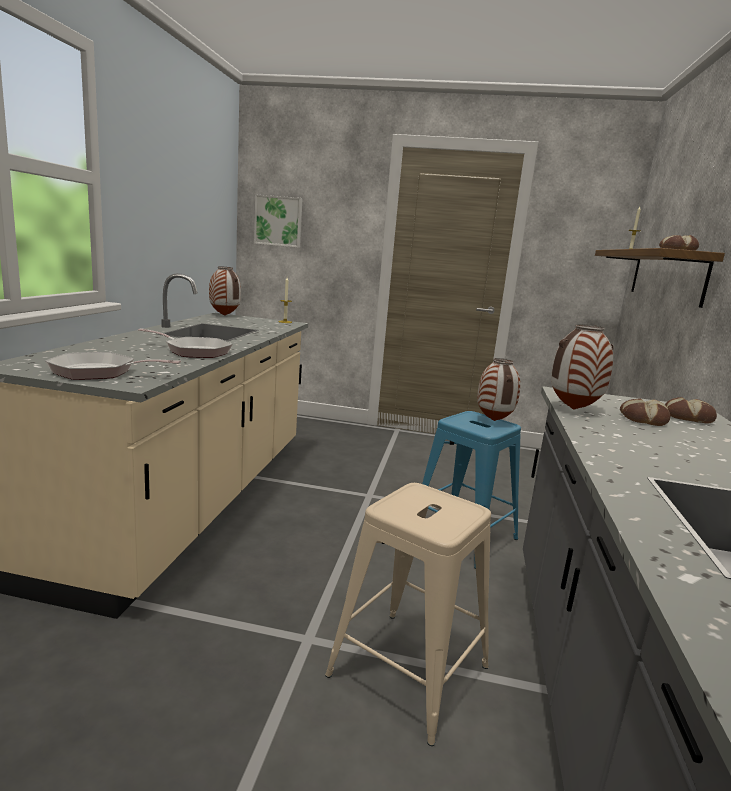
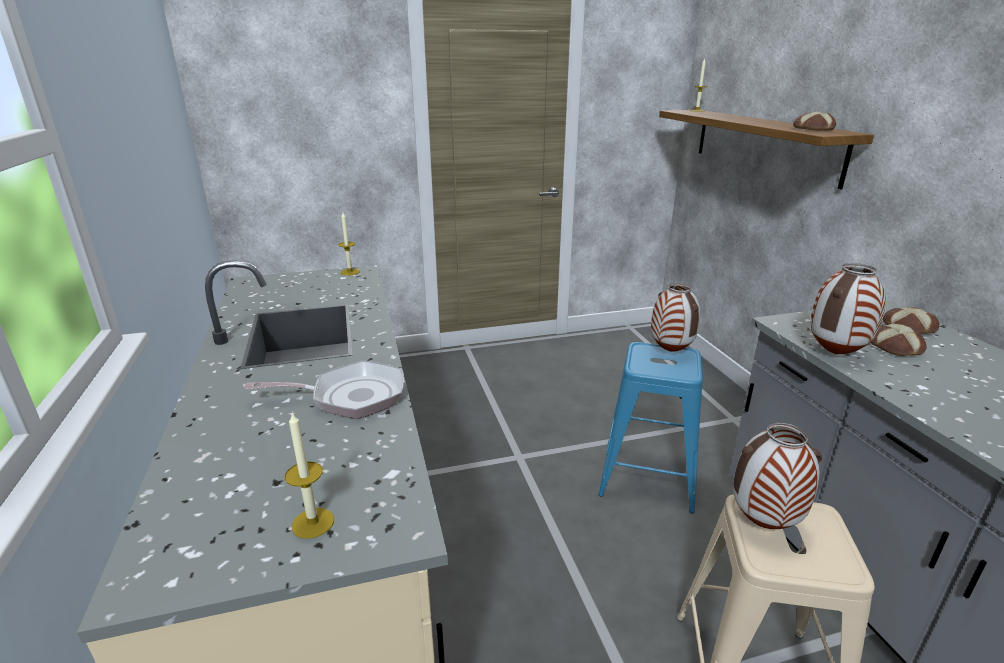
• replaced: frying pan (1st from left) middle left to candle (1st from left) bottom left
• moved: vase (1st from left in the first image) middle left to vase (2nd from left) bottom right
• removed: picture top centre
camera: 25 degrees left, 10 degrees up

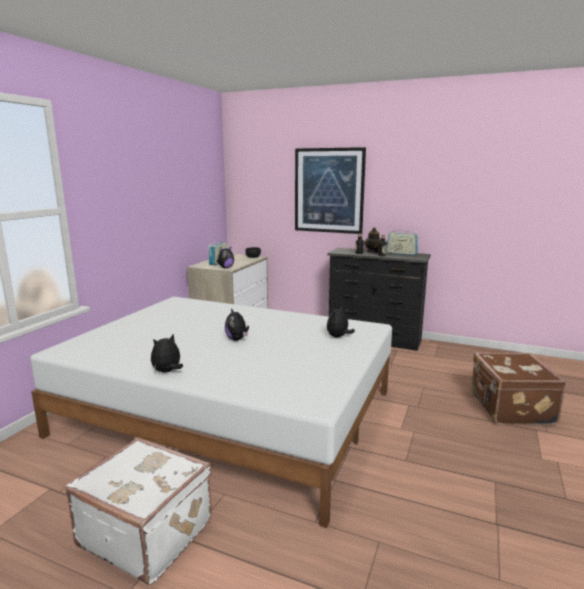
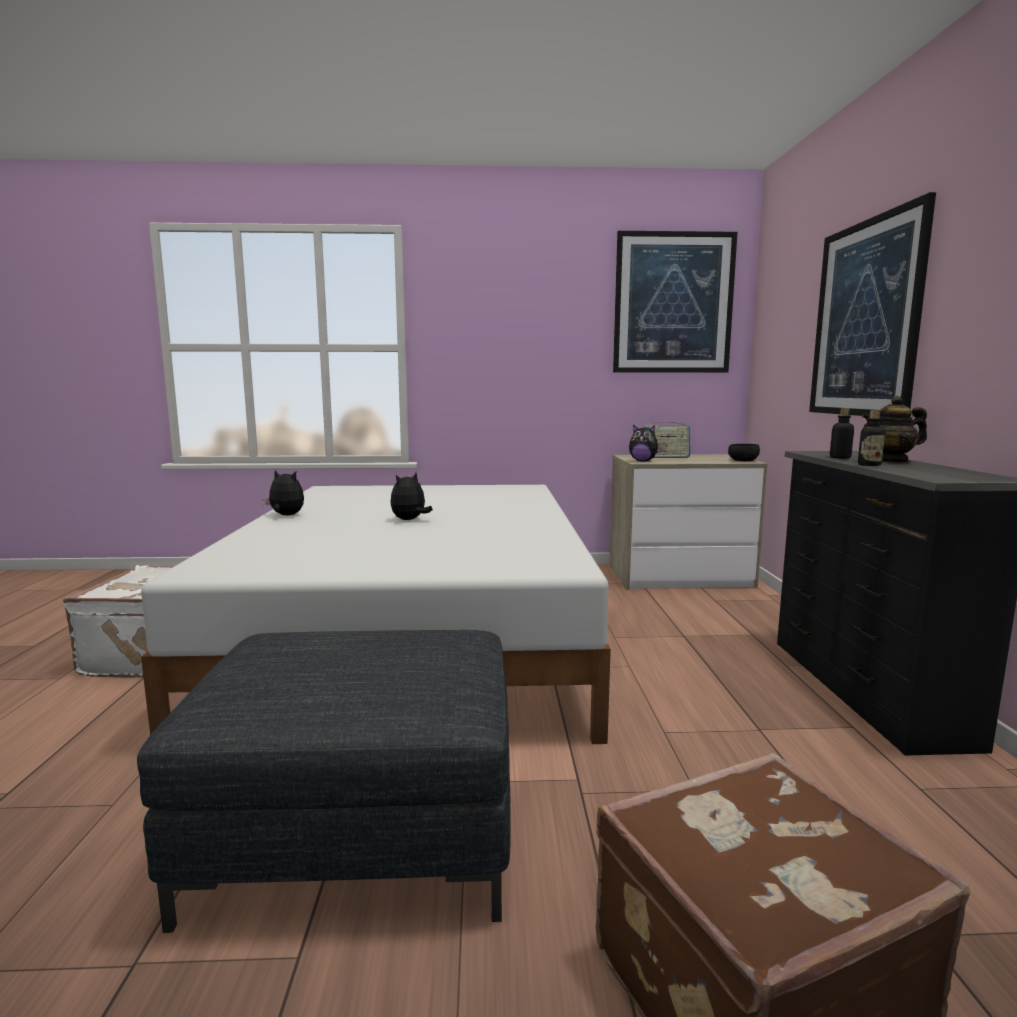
• added: grey ottoman bottom left
• added: picture (1st from left) top centre
• removed: plush toy (4th from left) centre
• removed: radio (2nd from left) middle right
camera: 65 degrees right, 5 degrees down

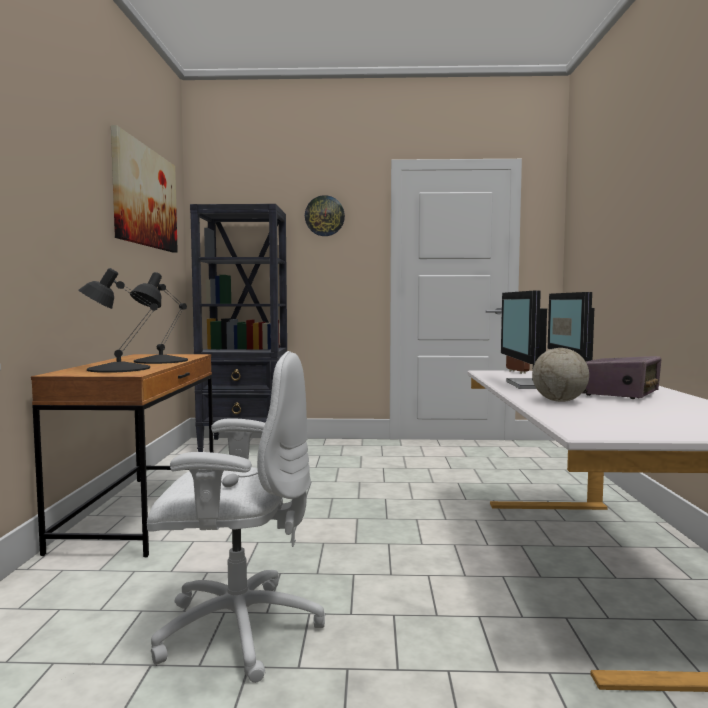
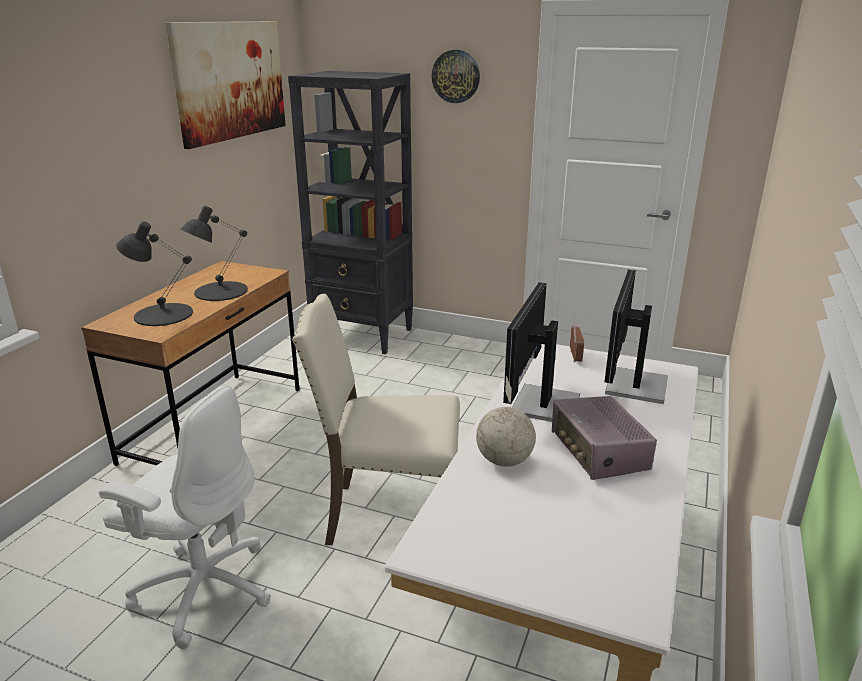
• added: beige chair centre
• turned: radio (2nd from left) middle right = middle right 105 degrees clockwise
camera: 20 degrees right, 20 degrees up

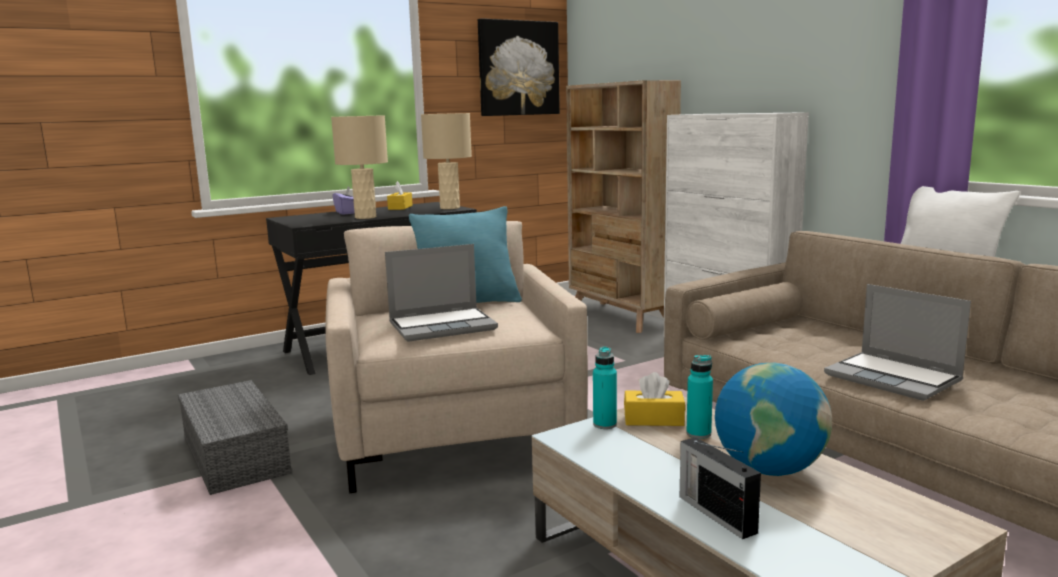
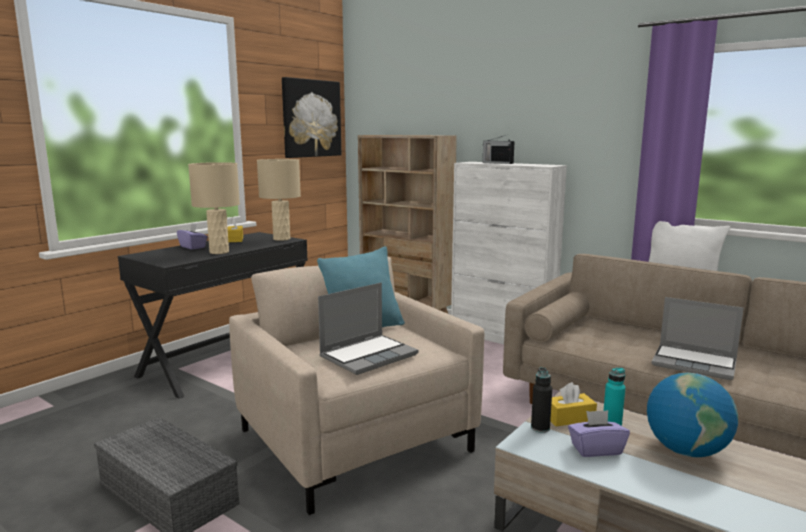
• moved: radio bottom right to top centre
• recoloured: turquoise bottle (1st from left) bottom centre to black bottle bottom right
• added: purple tissue box (2nd from left) bottom right
camera: 20 degrees left, 0 degrees up

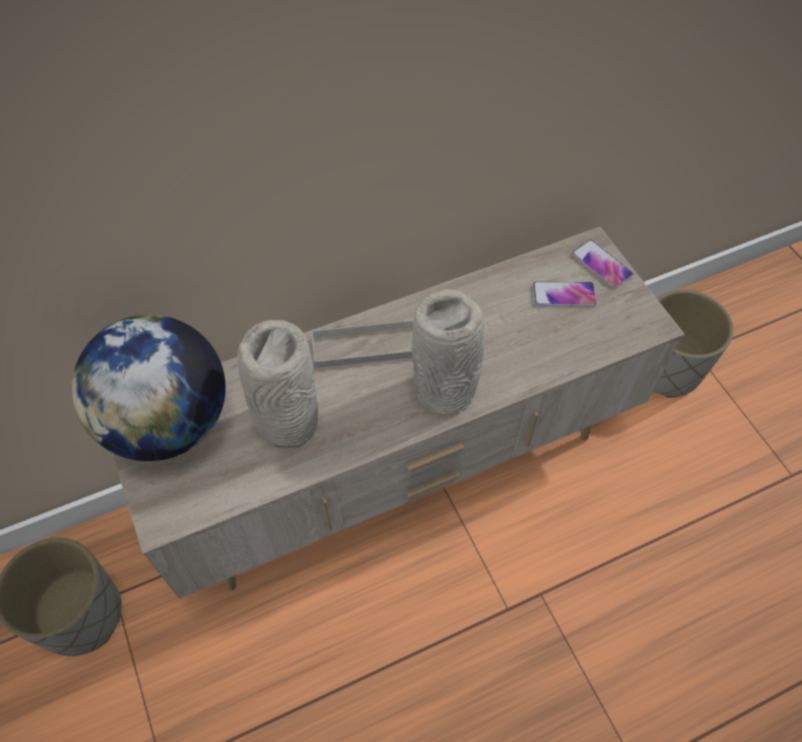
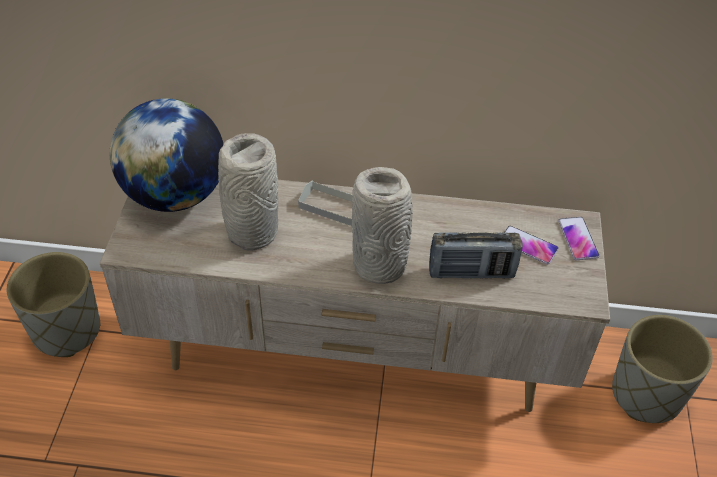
• added: radio centre
camera: 30 degrees right, 10 degrees down

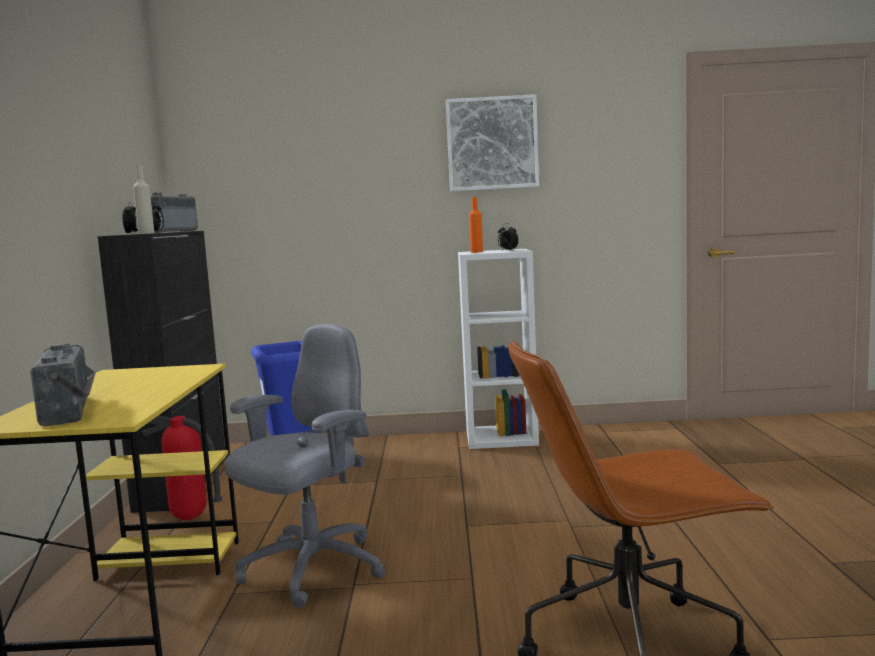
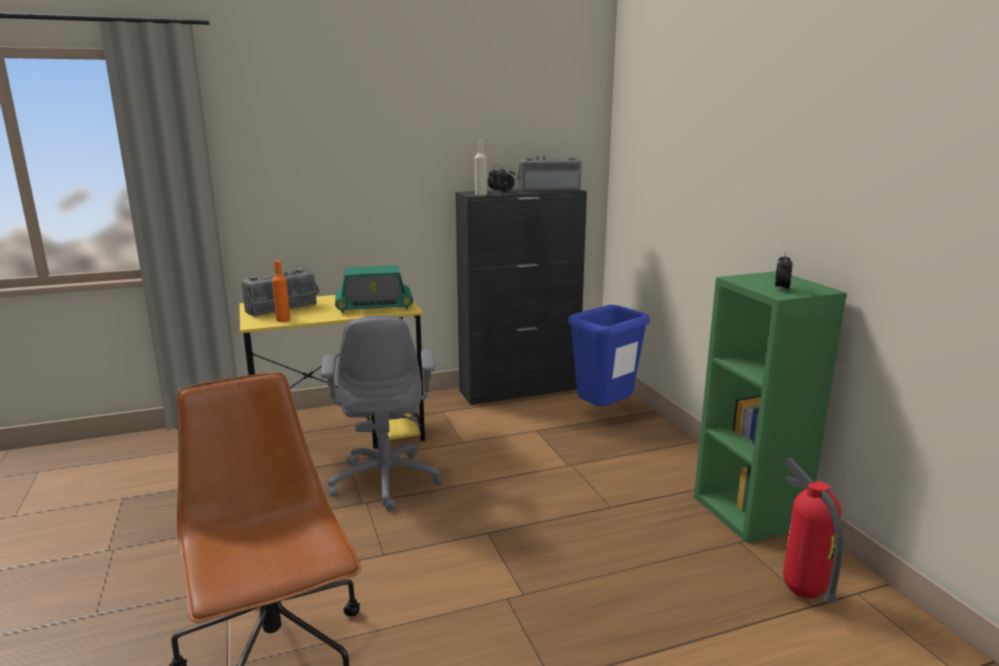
• moved: orange bottle centre to middle left
• turned: grey office chair bottom centre = centre 60 degrees clockwise
• added: radio (2nd from left) centre
• recoloured: white bookcase centre to green bookcase middle right
• moved: fire extinguisher bottom left to bottom right
• removed: picture top centre
camera: 70 degrees right, 10 degrees up

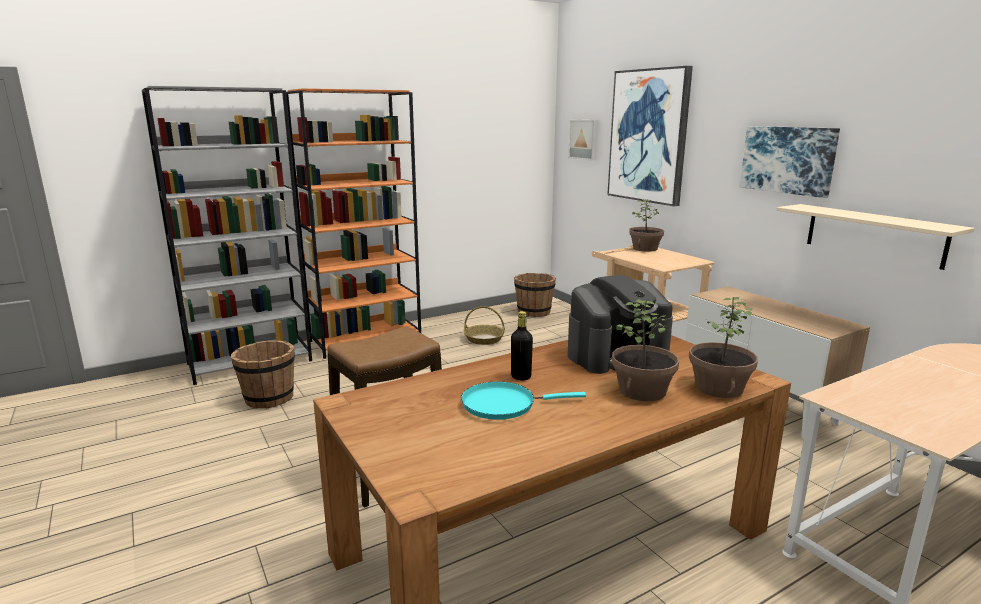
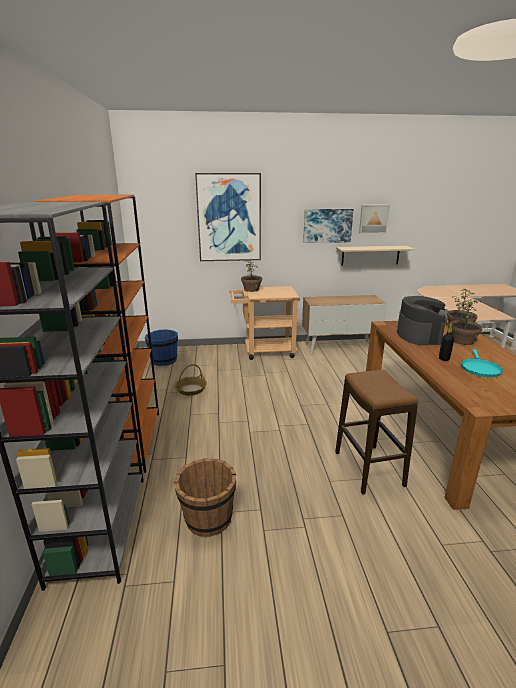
• recoloured: brown bucket (2nd from left) centre to blue bucket middle left
• moved: picture (1st from left in the first image) top centre to picture (3rd from left) top right
camera: 65 degrees left, 5 degrees up

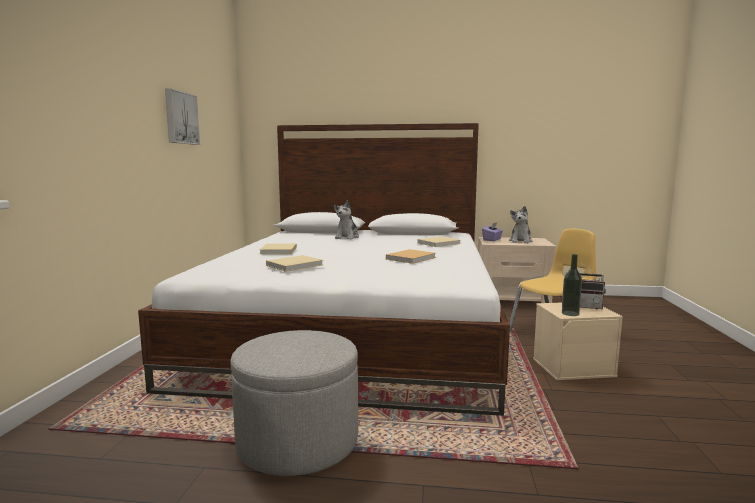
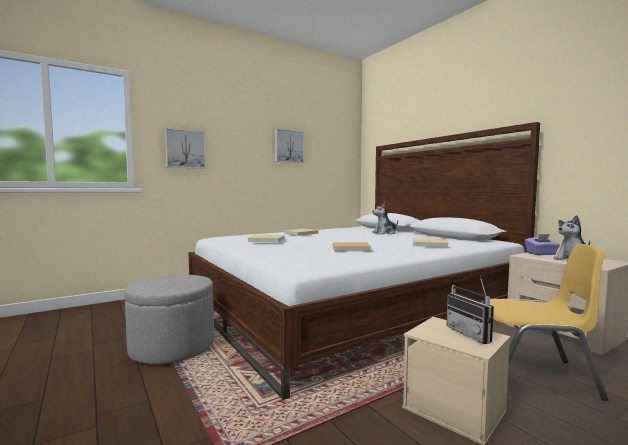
• added: picture (1st from left) top left
• removed: bottle middle right
camera: 50 degrees right, 5 degrees down

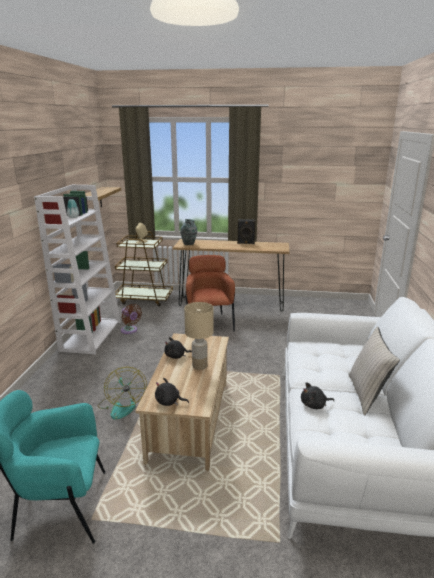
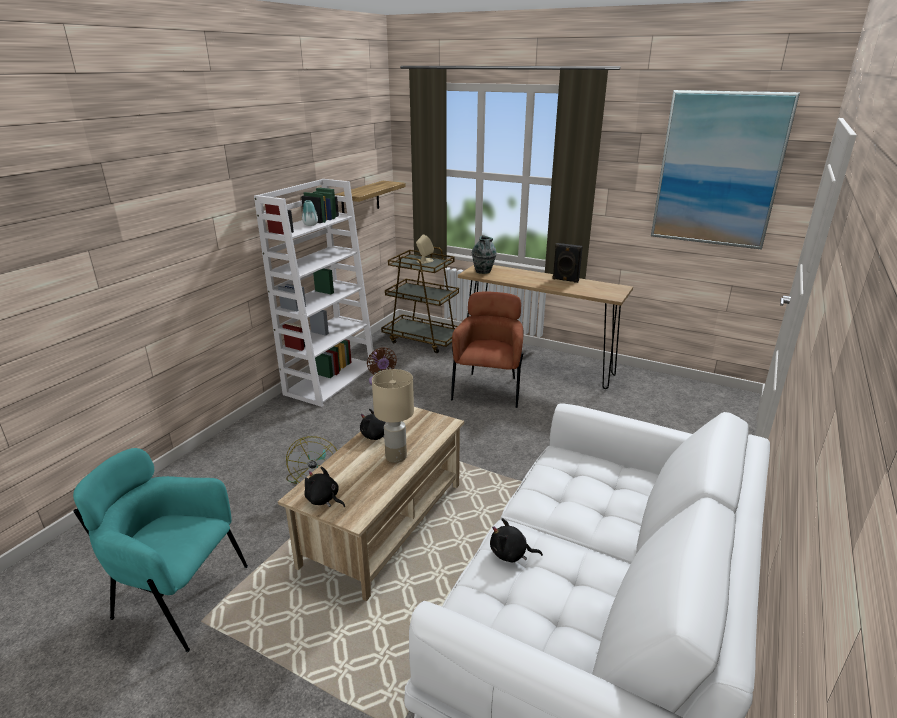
• added: picture top right
• removed: beige pillow middle right
camera: 20 degrees right, 5 degrees up

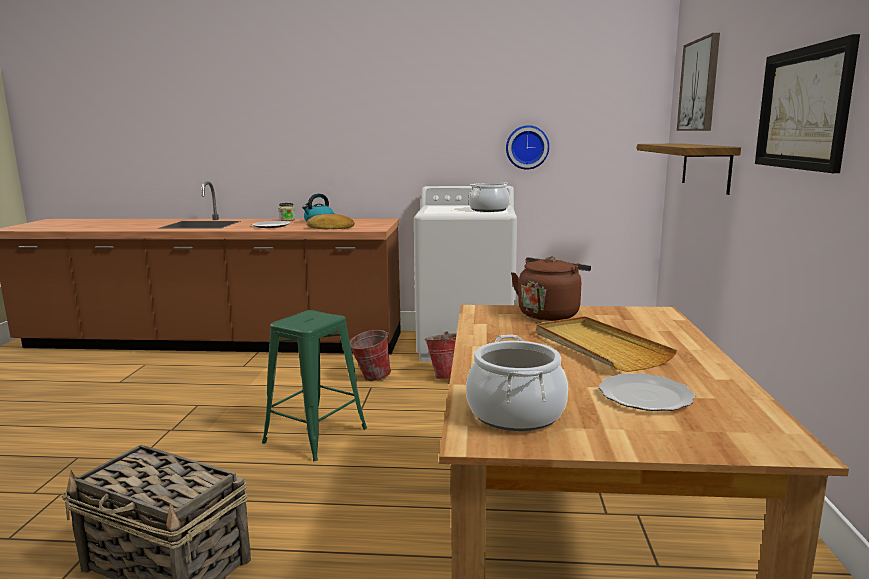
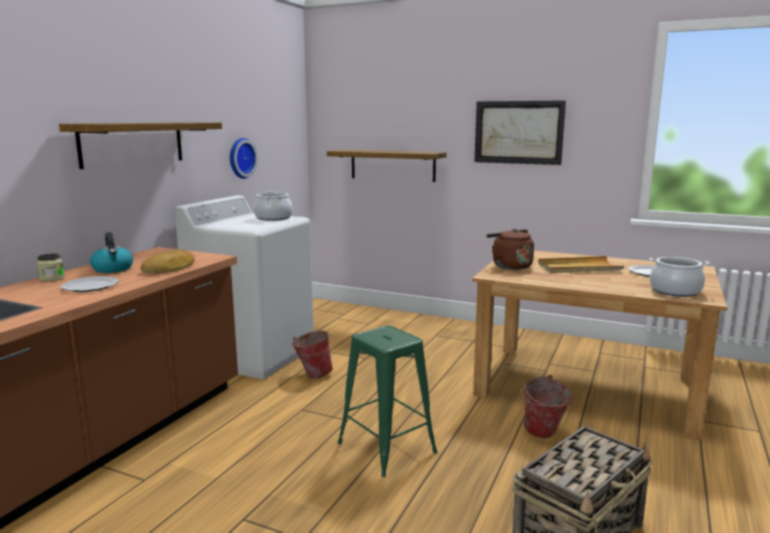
• added: shelf (1st from left) top left
• moved: bucket (1st from left in the first image) centre to bucket (2nd from left) bottom right
• removed: picture (1st from left) top right
camera: 70 degrees left, 0 degrees up

